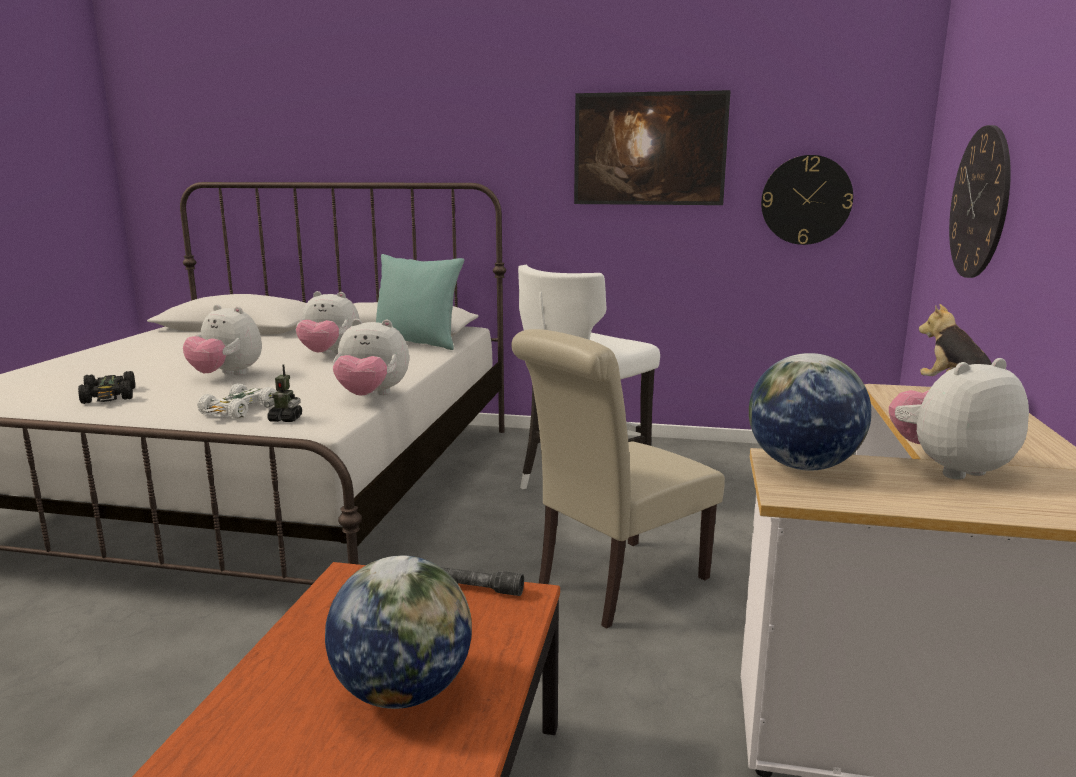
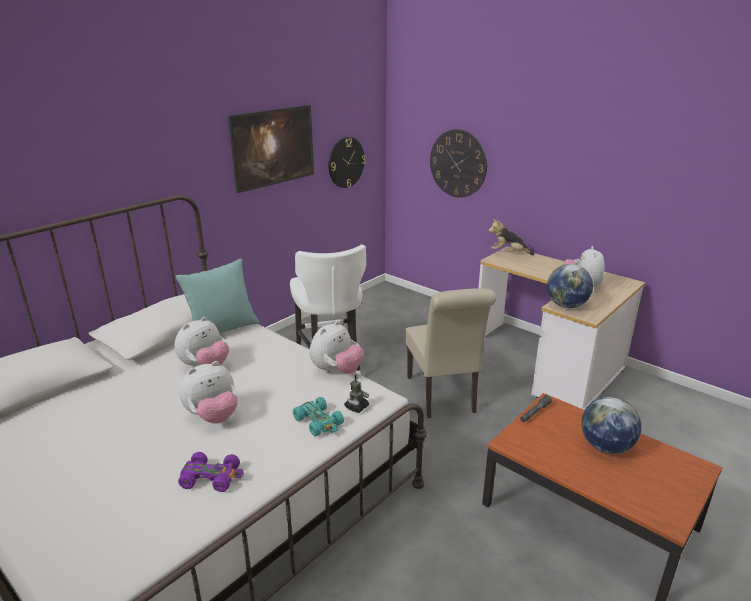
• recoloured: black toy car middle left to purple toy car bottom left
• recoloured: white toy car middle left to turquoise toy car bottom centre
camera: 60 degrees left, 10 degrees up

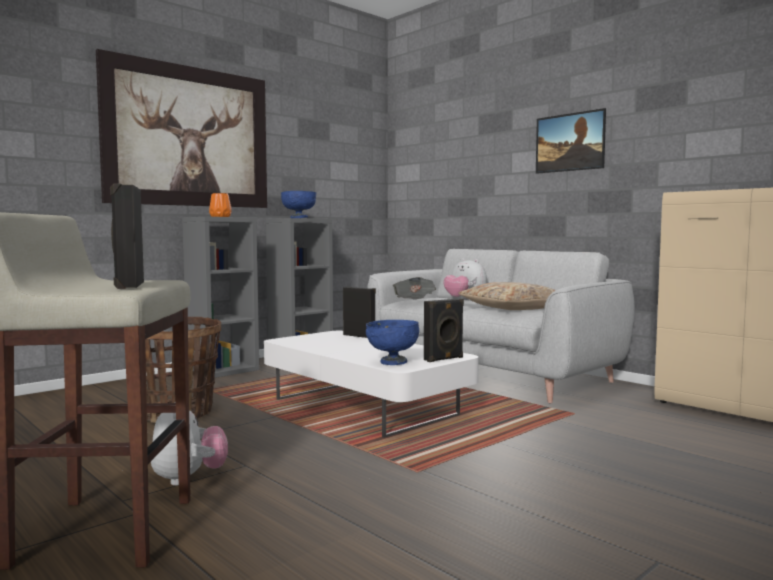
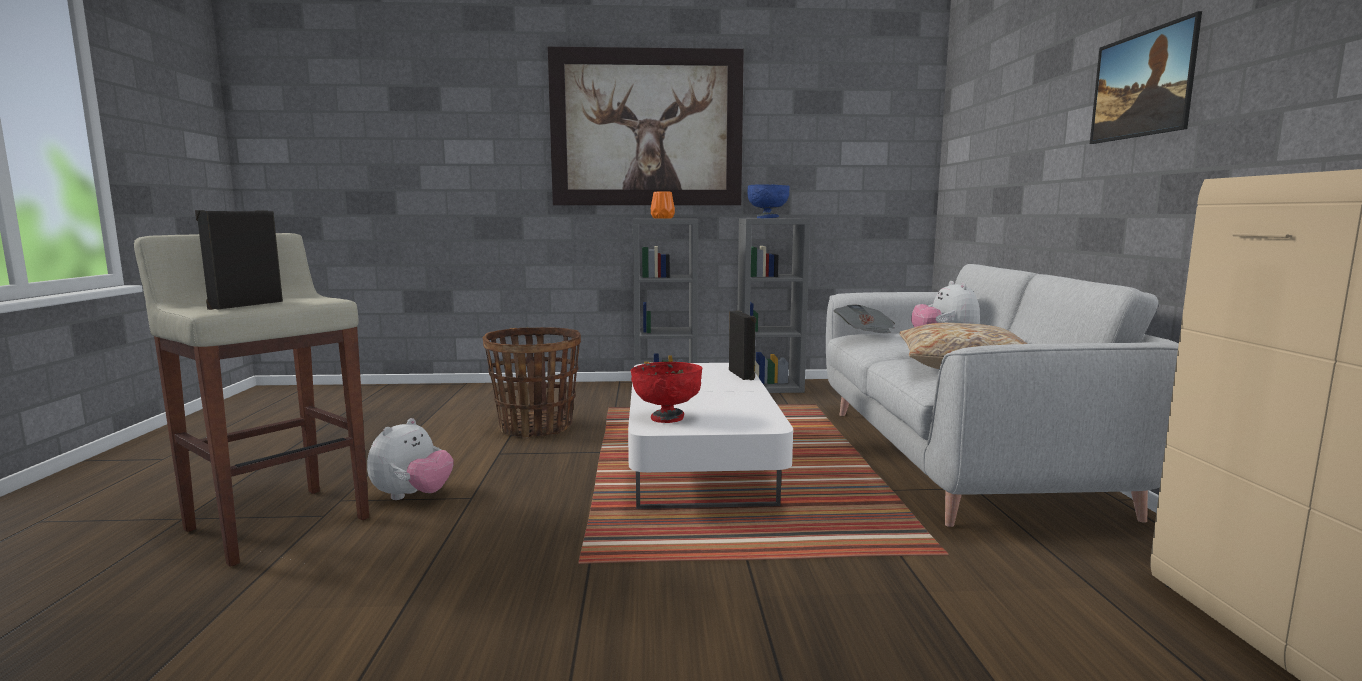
• recoloured: blue bowl (2nd from left) centre to red bowl centre
• removed: black speaker (3rd from left) centre
camera: 40 degrees right, 5 degrees up

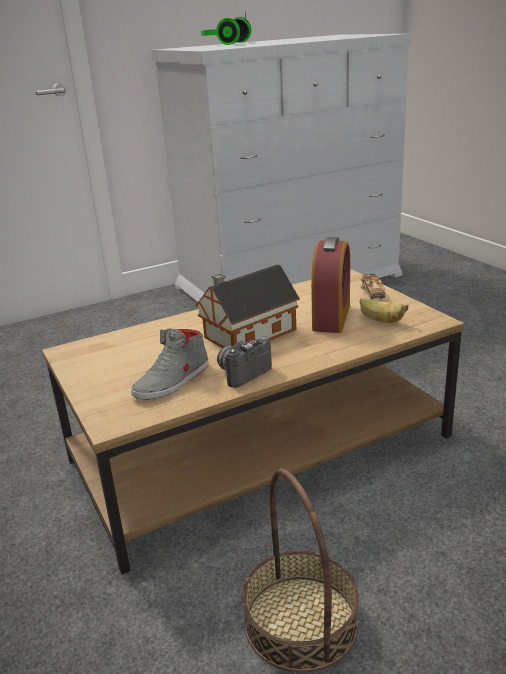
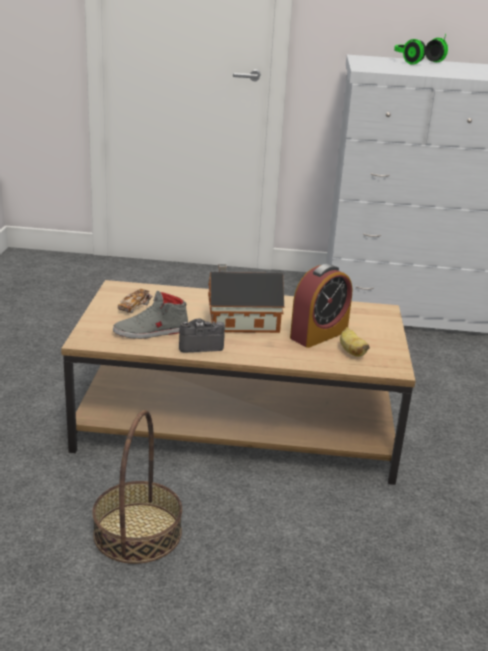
• moved: toy car middle right to middle left
camera: 30 degrees right, 0 degrees up

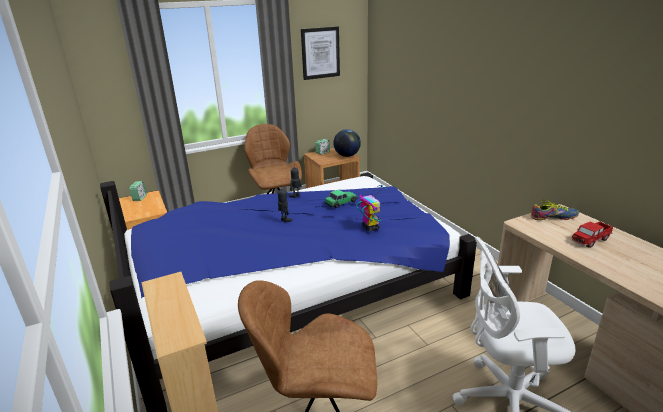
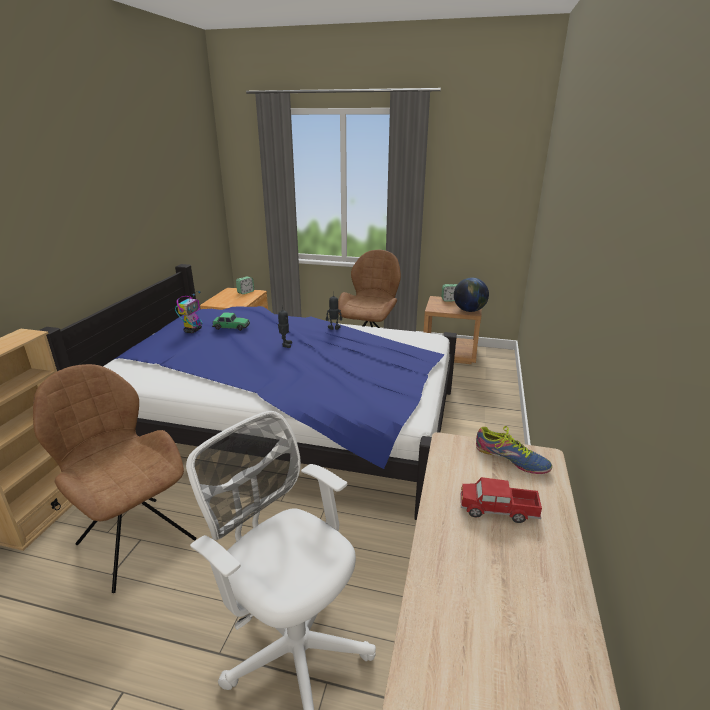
• moved: toy robot (3rd from left in the first image) centre to toy robot (1st from left) middle left
• moved: toy car centre to middle left
• removed: picture top centre
camera: 40 degrees right, 0 degrees up

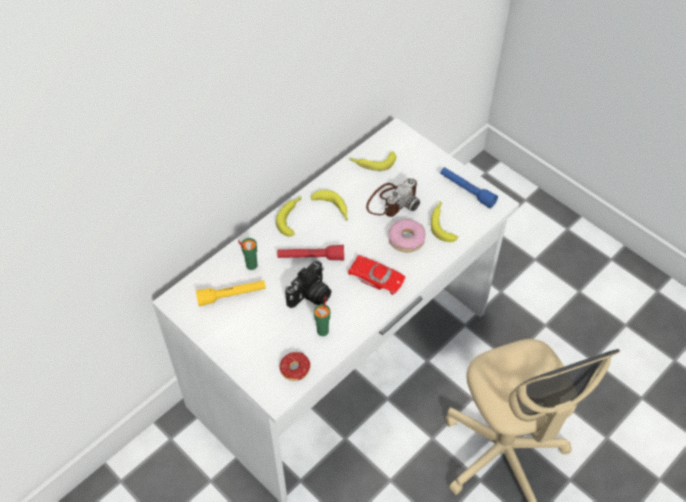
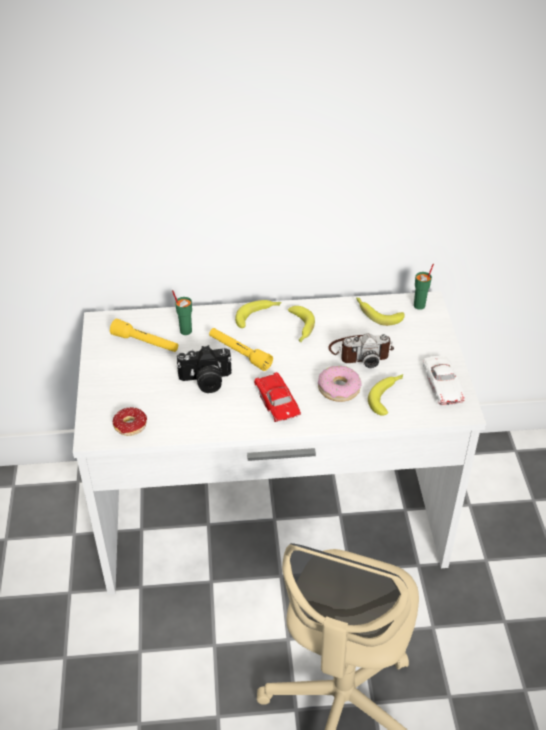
• recoloured: red flashlight centre to yellow flashlight (2nd from left) centre
• moved: green cup (2nd from left) centre to middle right
• replaced: blue flashlight middle right to white toy car middle right
camera: 40 degrees right, 10 degrees down

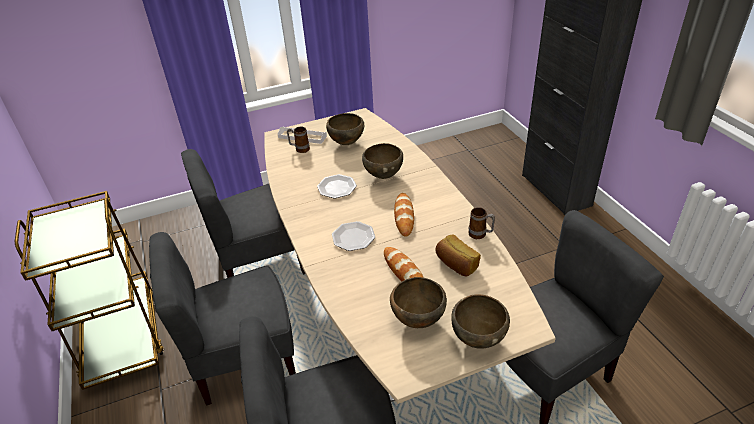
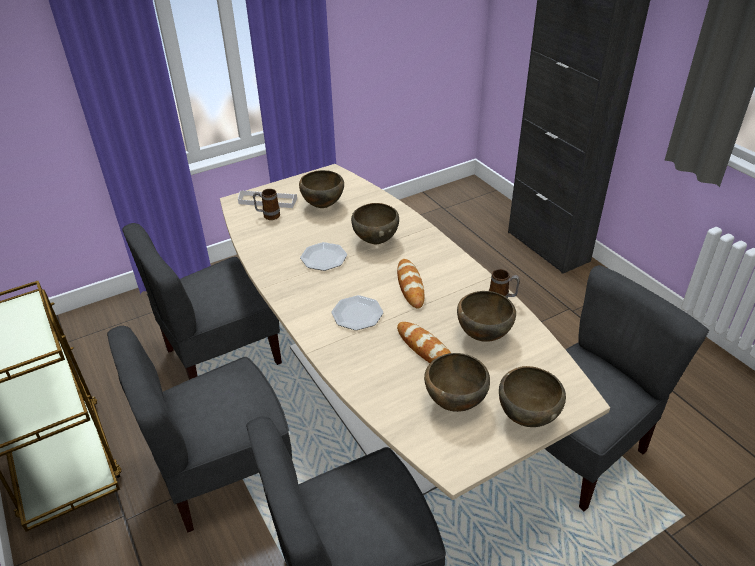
• replaced: bread (3rd from left) centre to brown bowl (4th from left) centre
camera: 10 degrees left, 0 degrees up

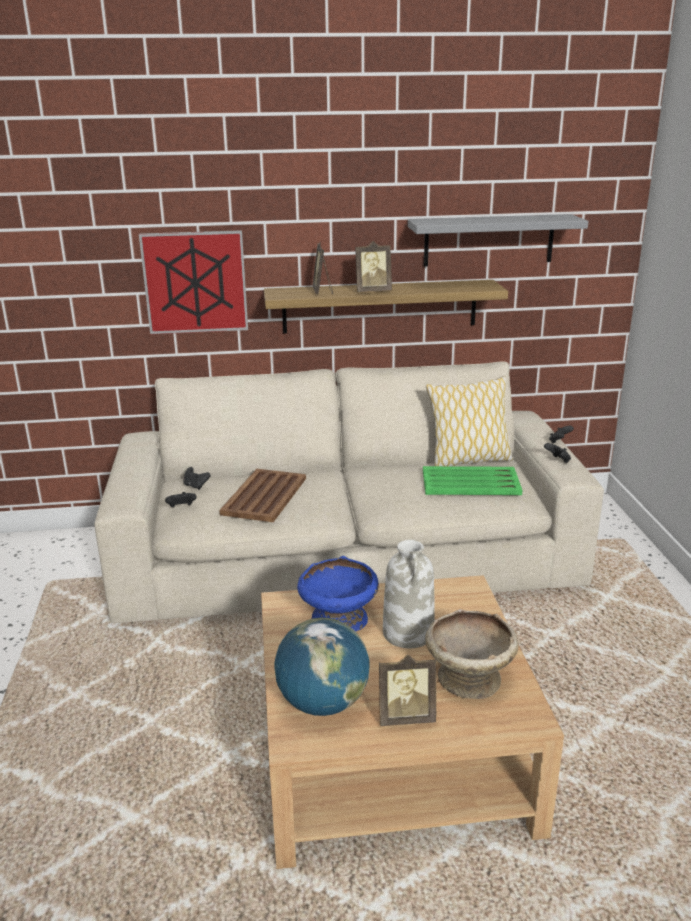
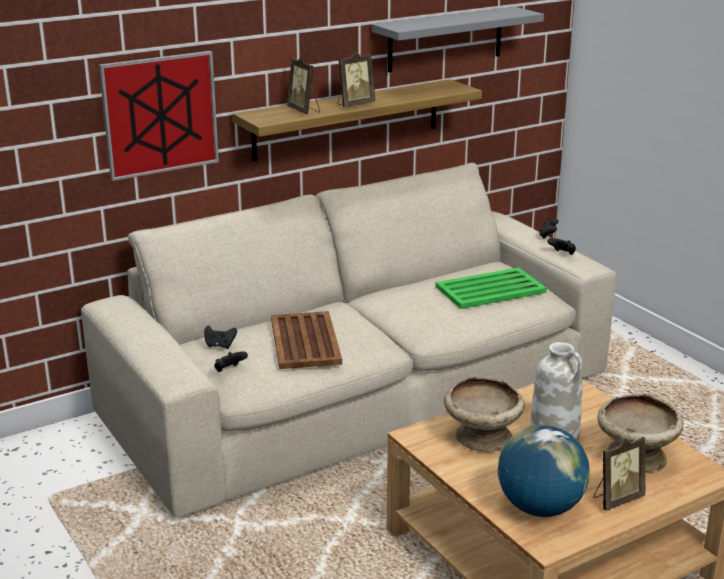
• recoloured: blue bowl centre to beige bowl (1st from left) bottom right
• removed: pillow middle right
camera: 25 degrees left, 0 degrees up

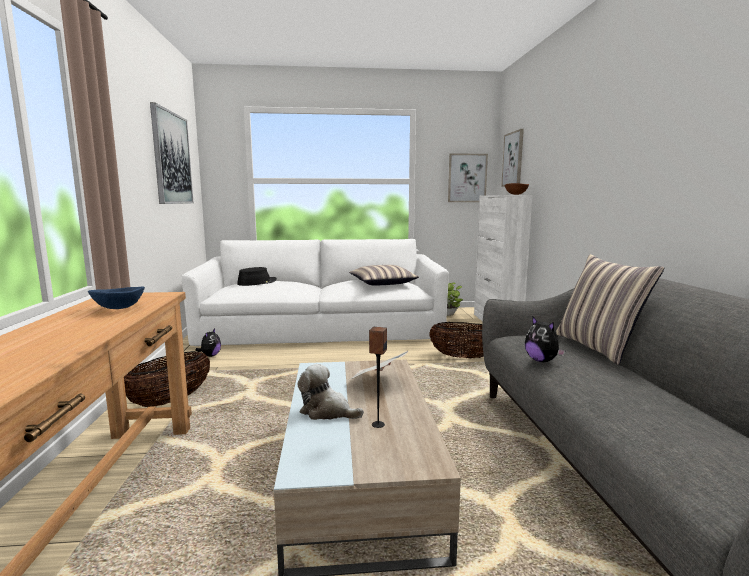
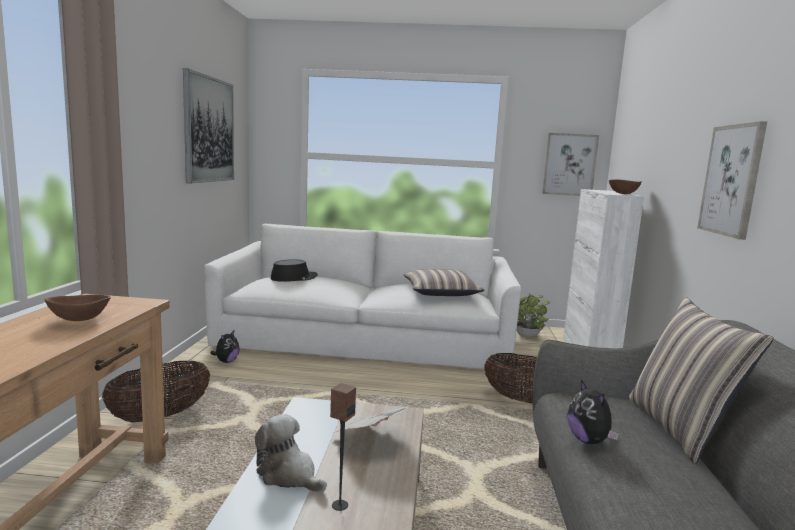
• recoloured: blue bowl middle left to brown bowl (1st from left) middle left
• moved: picture (3rd from left) top right to middle right
camera: 10 degrees right, 0 degrees up

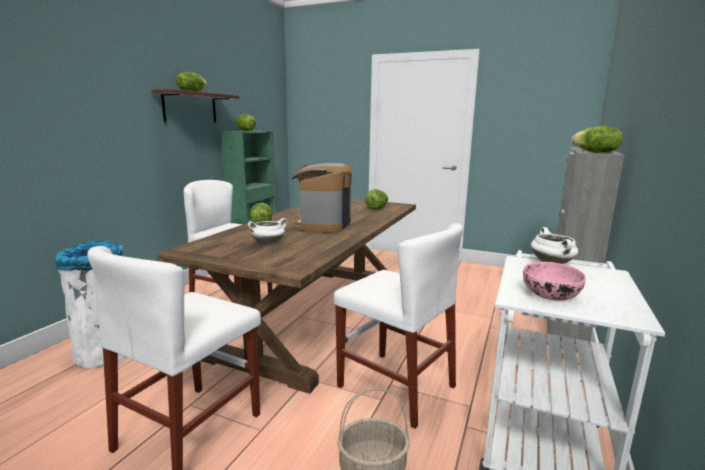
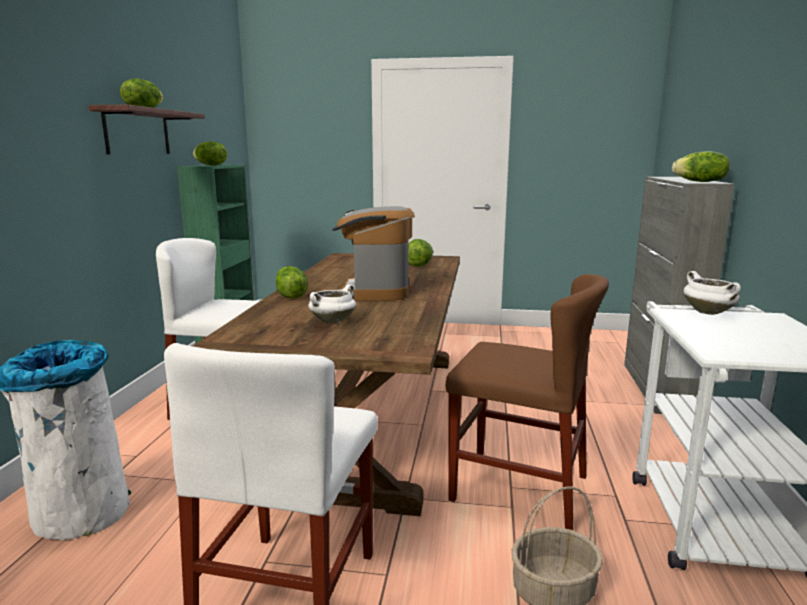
• recoloured: white chair (3rd from left) bottom centre to brown chair centre
• removed: pink bowl middle right
camera: 15 degrees left, 0 degrees up

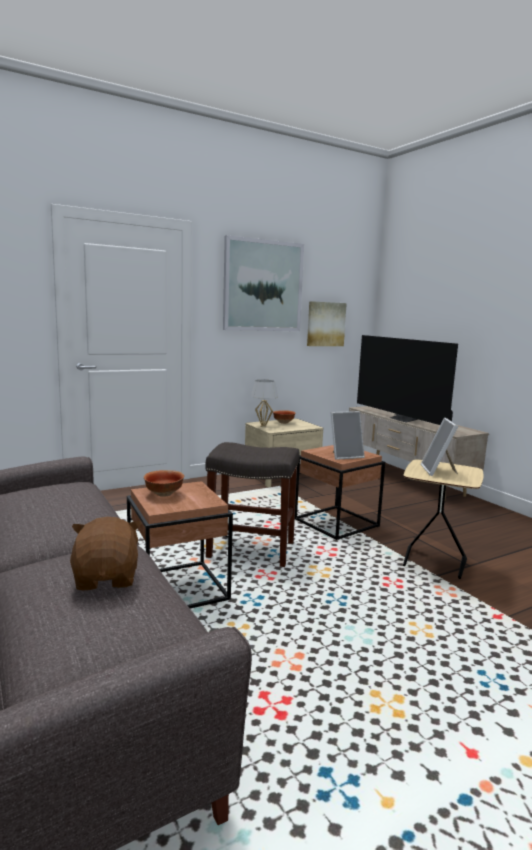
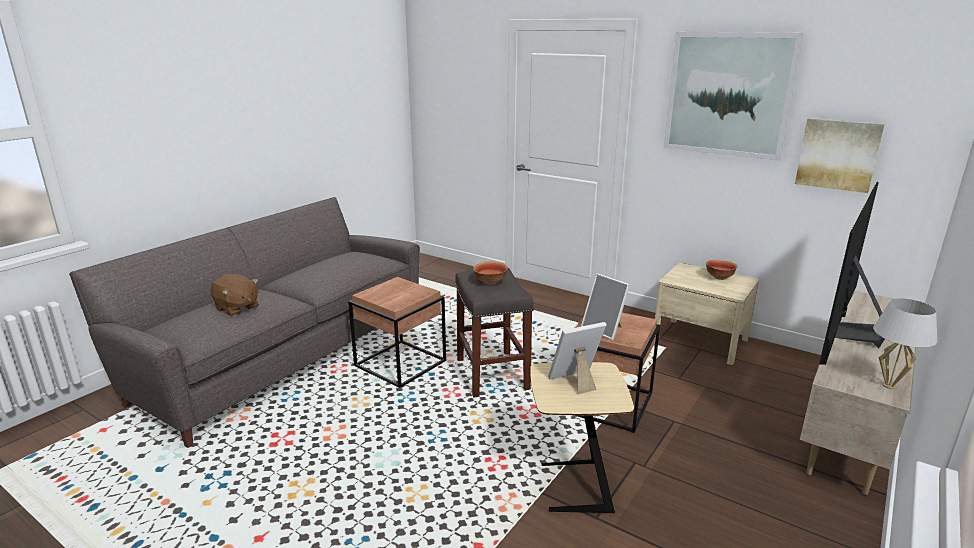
• turned: brown plush toy middle left = middle left 75 degrees clockwise
• moved: bowl (1st from left) middle left to centre
• moved: white table lamp centre to middle right
camera: 65 degrees right, 10 degrees up

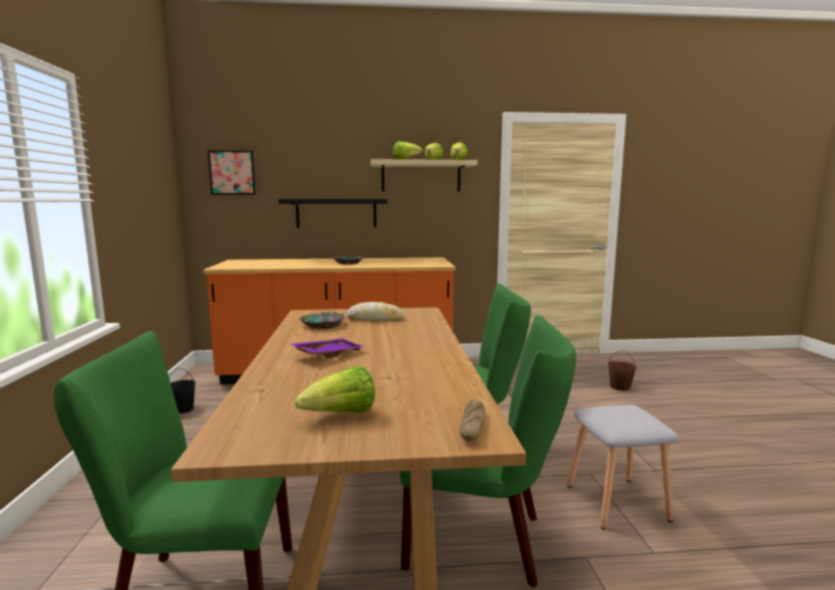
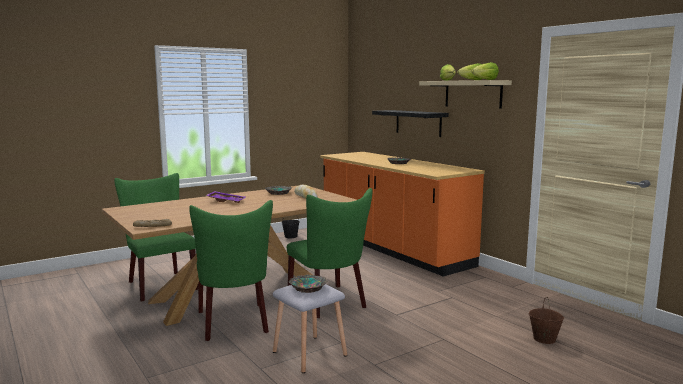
• added: bowl (2nd from left) bottom centre
• removed: picture top left
• removed: lettuce (1st from left) centre
camera: 60 degrees right, 0 degrees up

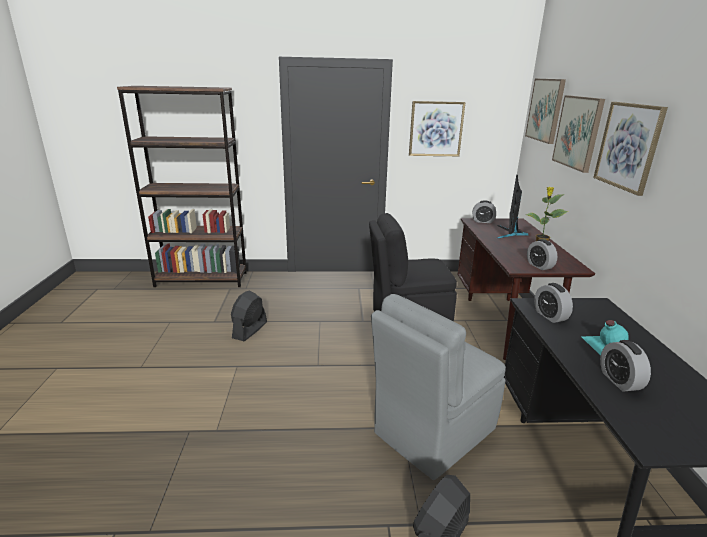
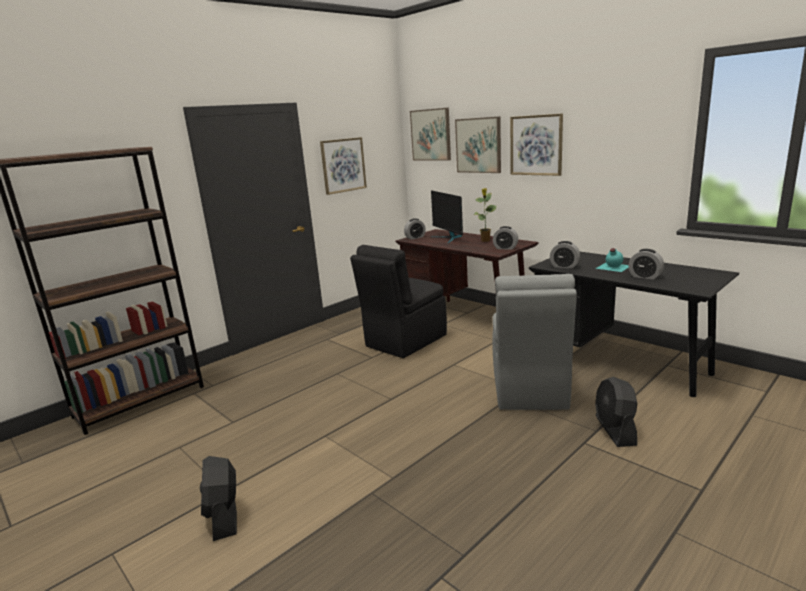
• moved: black fan (1st from left) centre to bottom left
camera: 40 degrees left, 5 degrees down

